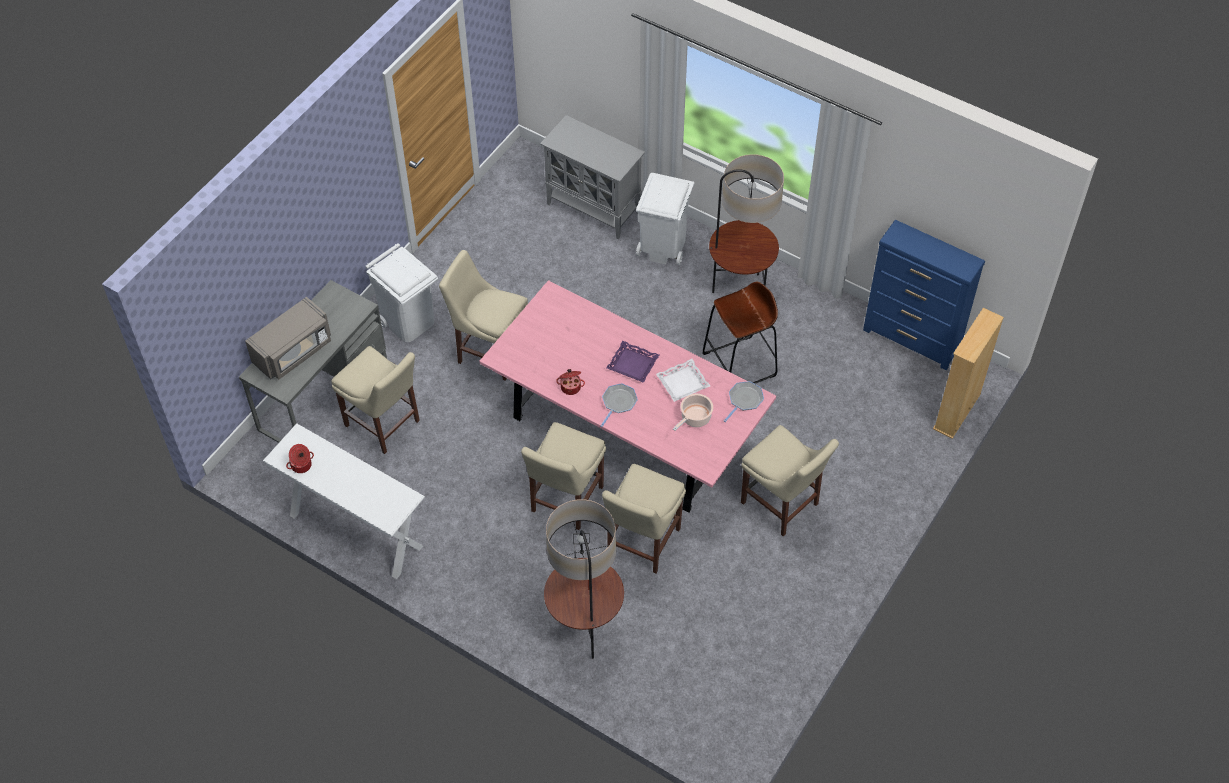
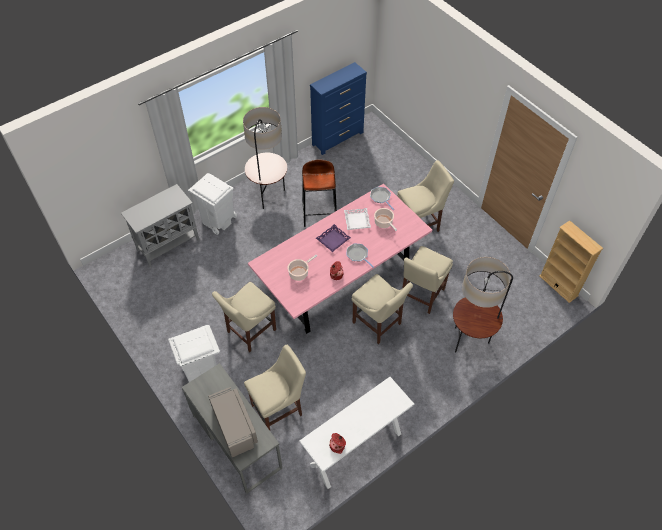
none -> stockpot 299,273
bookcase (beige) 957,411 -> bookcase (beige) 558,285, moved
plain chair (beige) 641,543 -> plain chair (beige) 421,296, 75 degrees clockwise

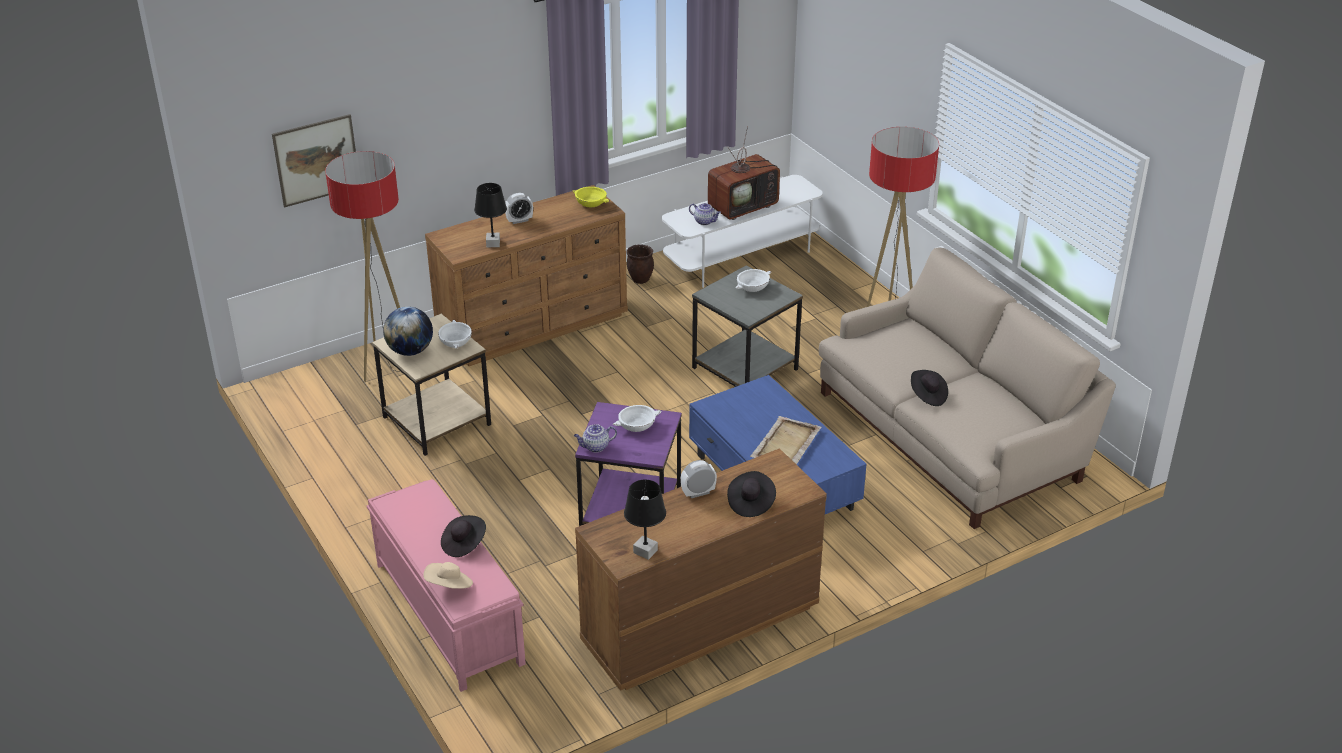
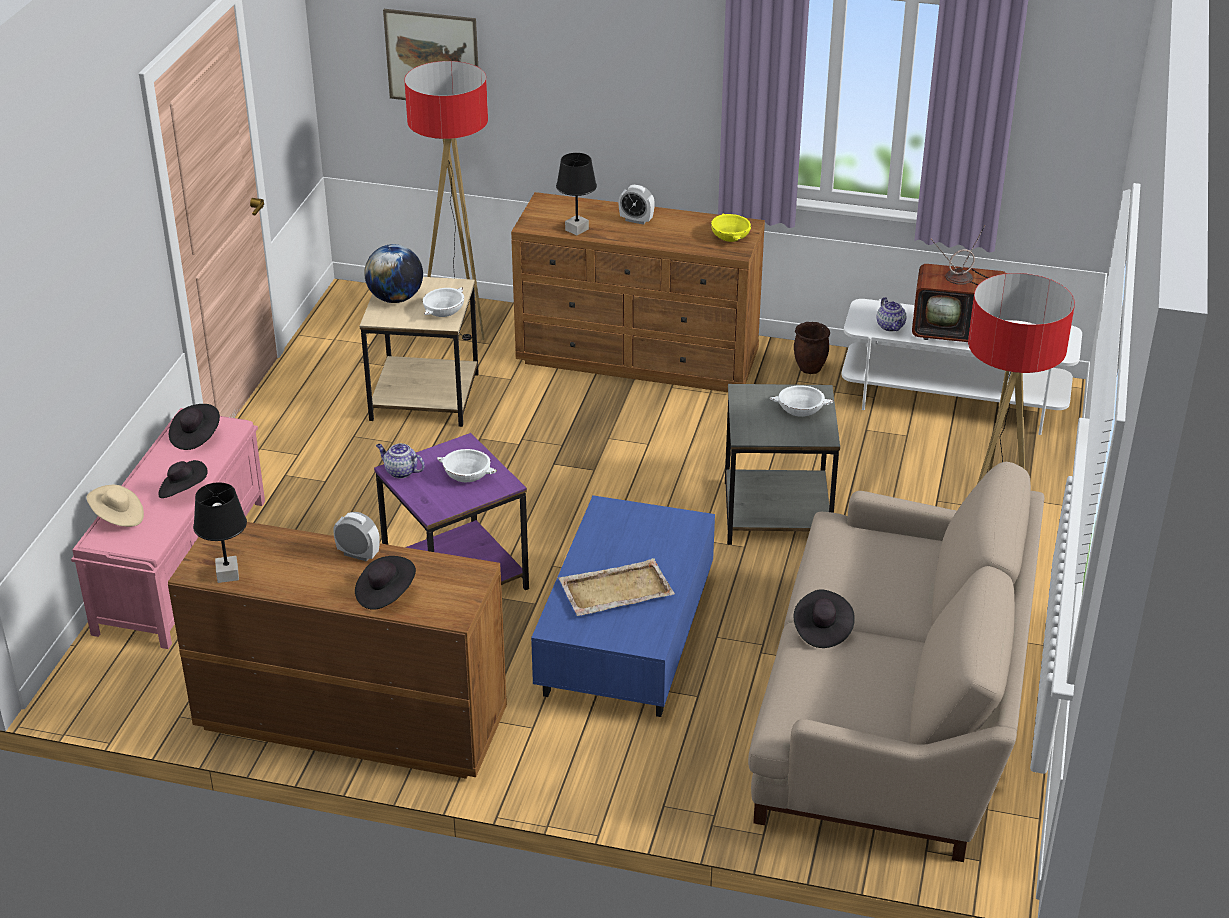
none -> wearable hat (black) 195,437

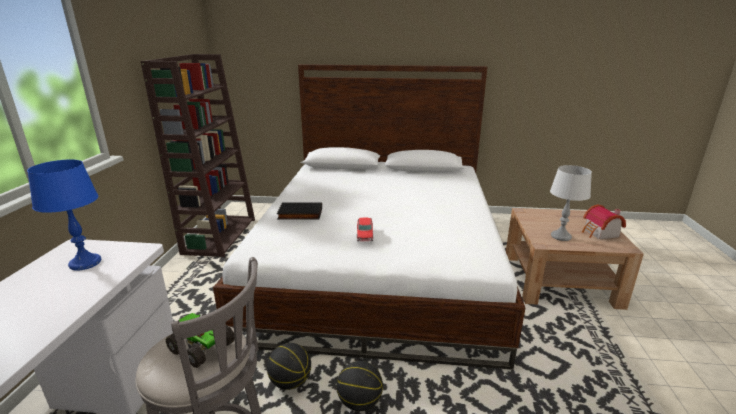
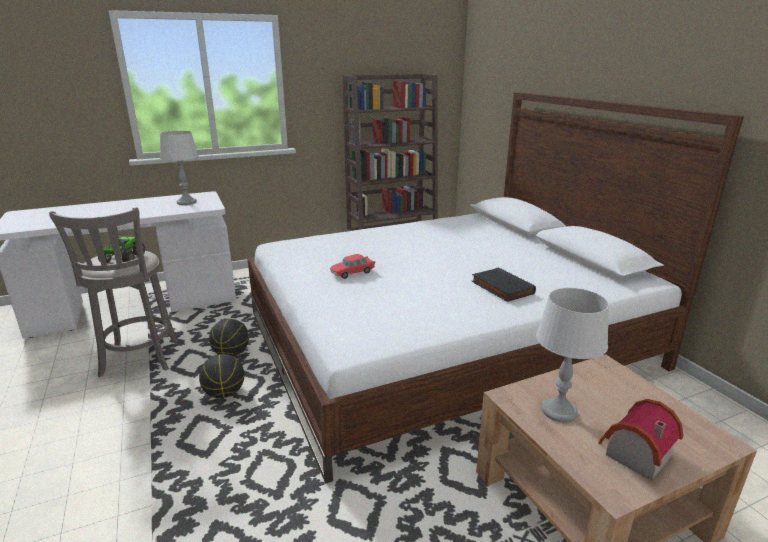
volume (black) 299,214 -> volume (black) 500,288, moved
tabletop lamp (blue-coloured) 85,263 -> tabletop lamp (greyish) 186,202

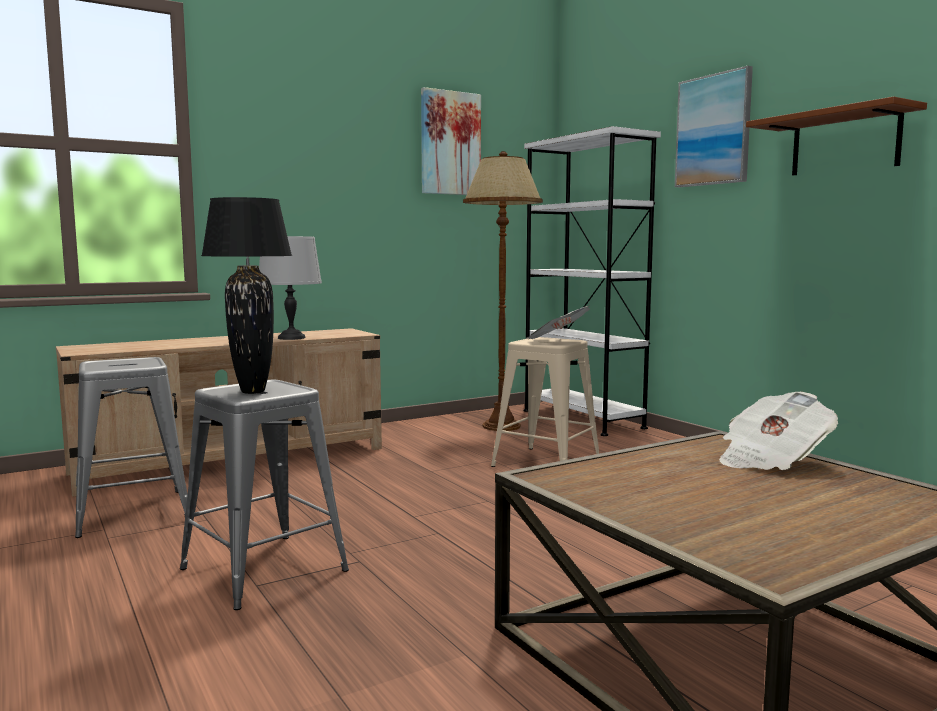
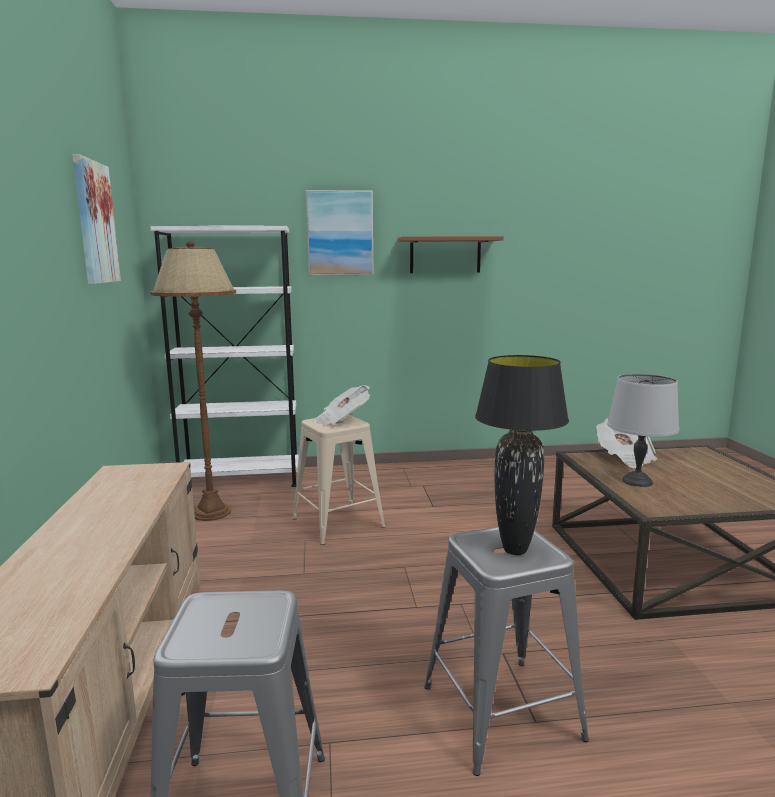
tabletop lamp (greyish) 292,338 -> tabletop lamp (greyish) 637,481, moved

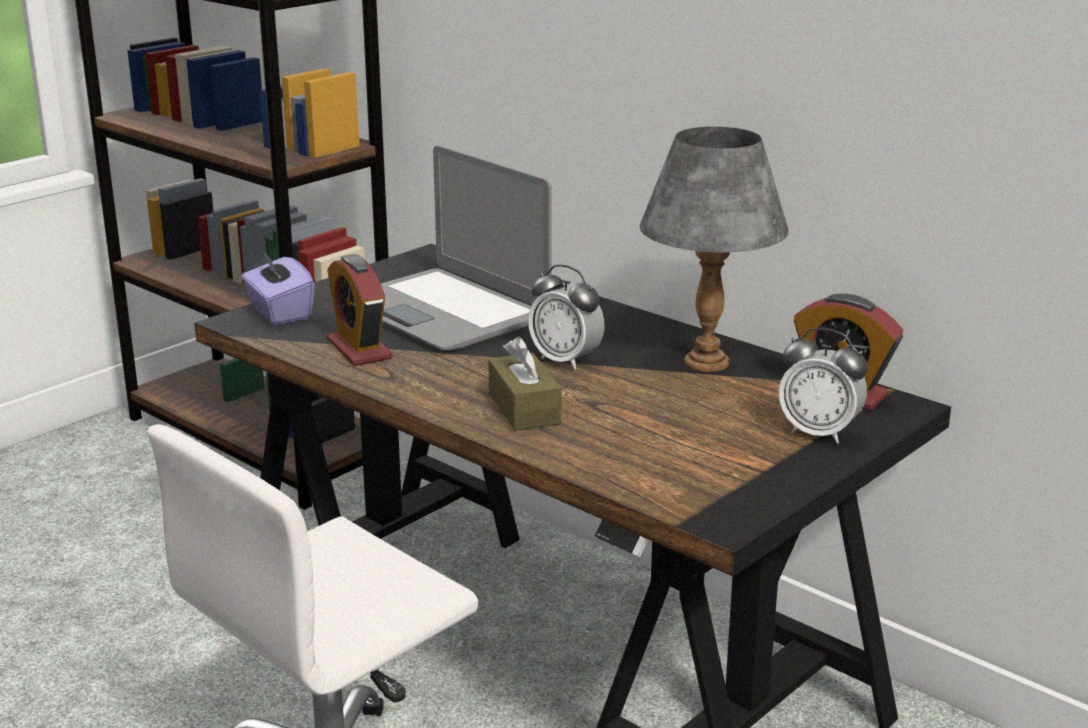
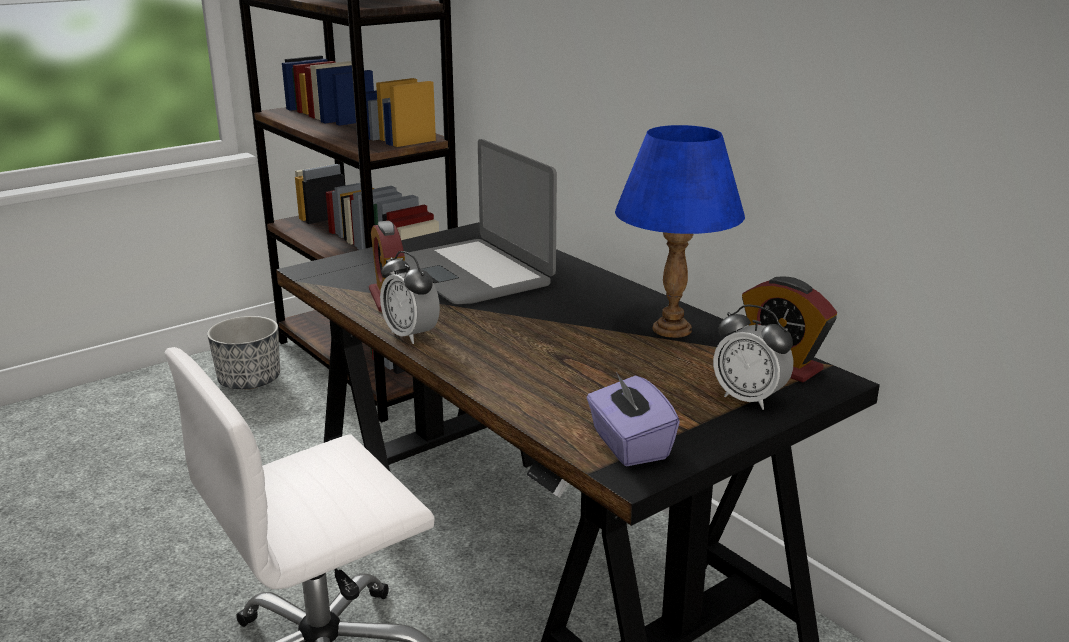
tissue holder (brown) 524,408 -> none
none -> planter 250,380
tissue holder (purple-coloured) 279,312 -> tissue holder (purple-coloured) 629,445, moved
table clock 565,360 -> table clock 411,335, moved
tabletop lamp (greyish) 707,362 -> tabletop lamp (blue-coloured) 673,329

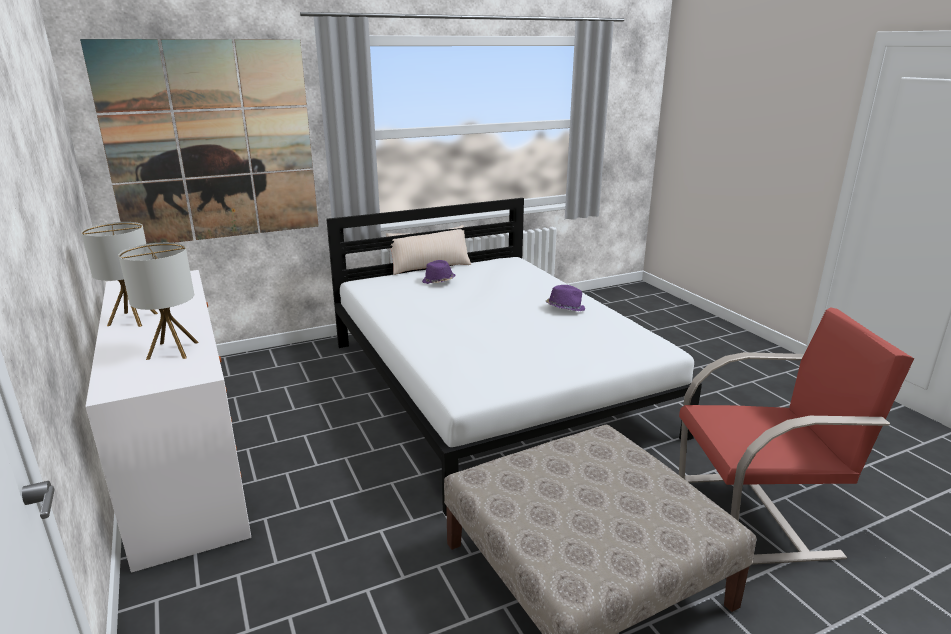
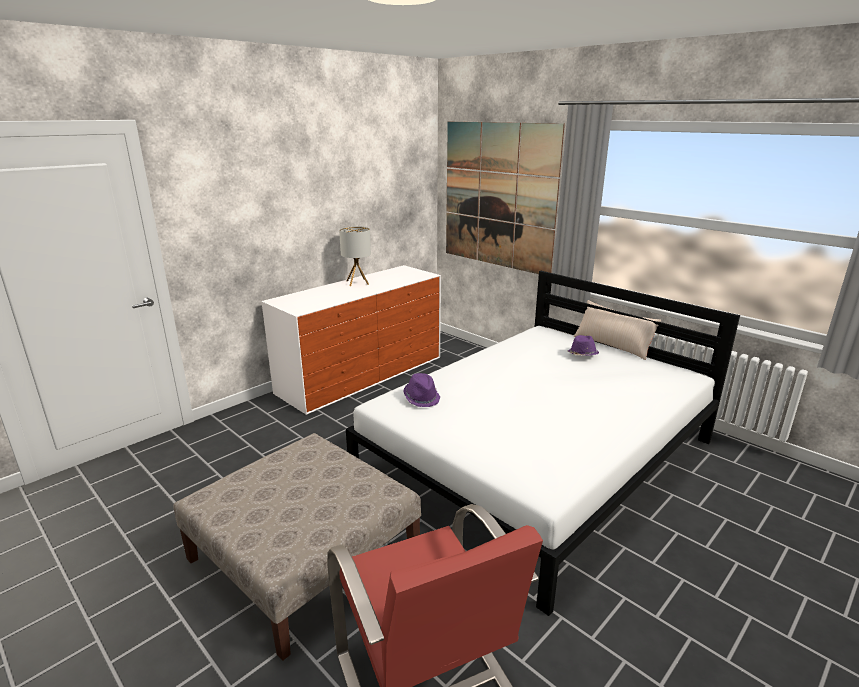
tabletop lamp 173,350 -> none
wearable hat (purple-coloured) 565,308 -> wearable hat (purple-coloured) 421,398, moved

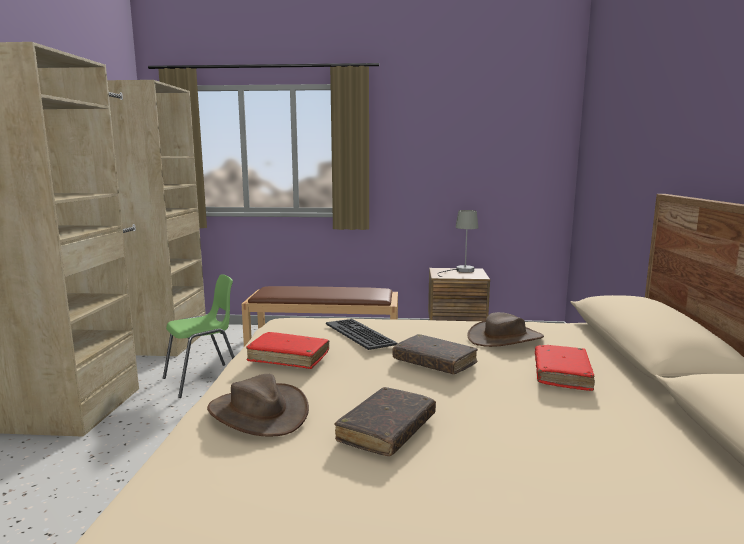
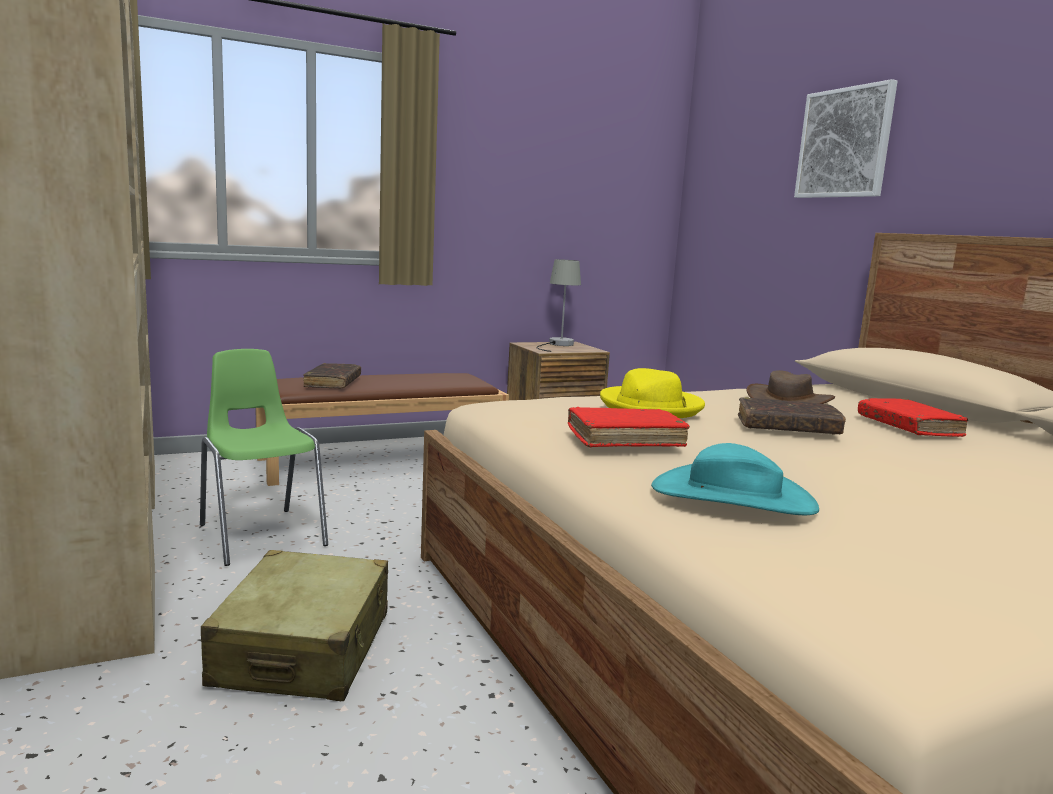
none -> suitcase (beige) 304,649
none -> picture 844,143
volume (brown) 387,430 -> volume (brown) 333,383, moved
computer keyboard 360,334 -> wearable hat (yellowish) 651,407
wearable hat (brown) 258,412 -> wearable hat (turquoise-coloured) 732,497
plain chair (green) 204,380 -> plain chair (green) 261,535, 60 degrees counterclockwise

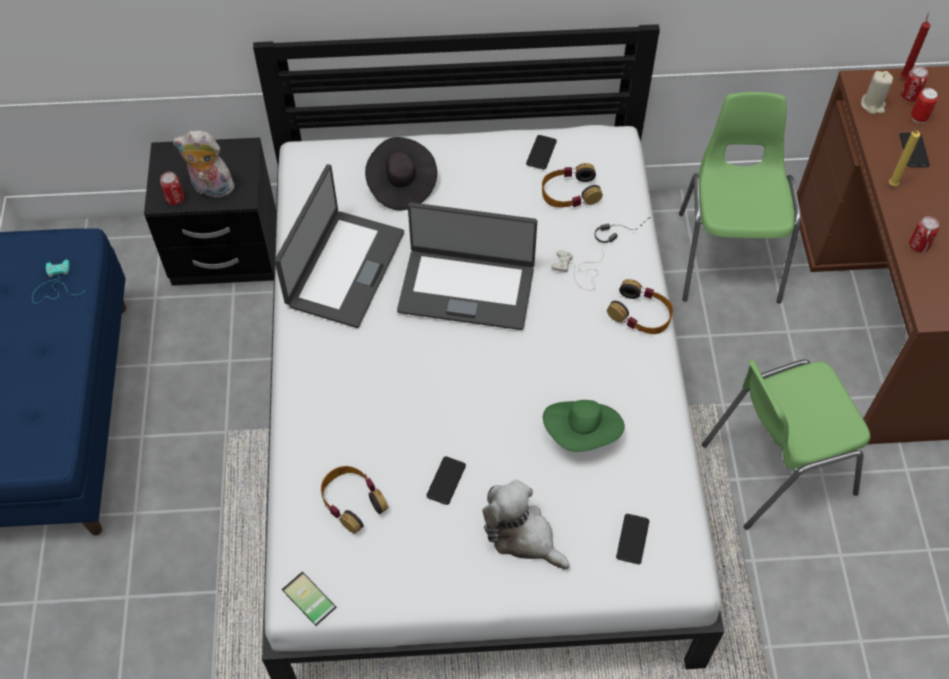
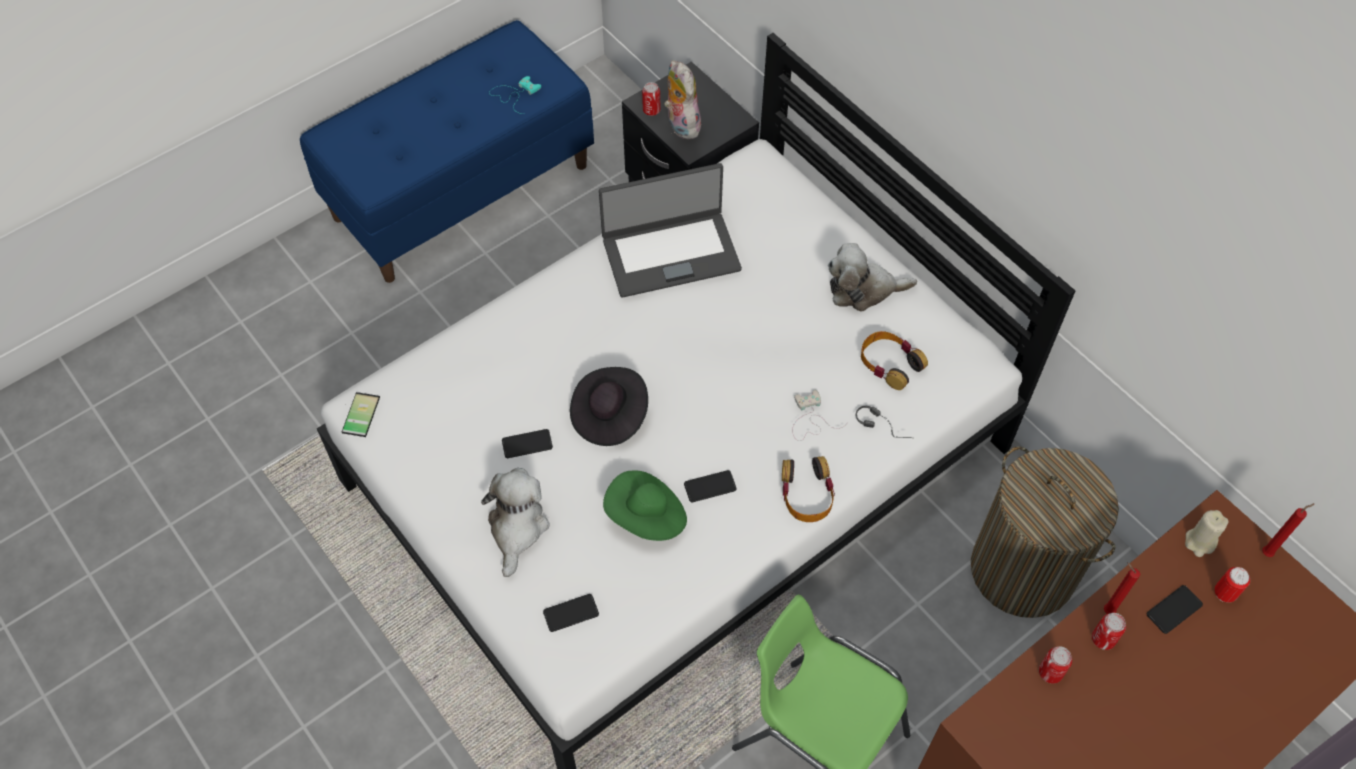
pair of headphones 352,501 -> none
portable computer 466,288 -> none
none -> plush toy 863,289
wearable hat (black) 401,185 -> wearable hat (black) 609,416, moved
phone 541,152 -> phone 710,486, moved
can 909,96 -> can 1103,639, moved
plain chair (green) 727,256 -> laundry basket 1023,570
wax light (yellowish) 891,185 -> wax light (red-coloured) 1106,610

